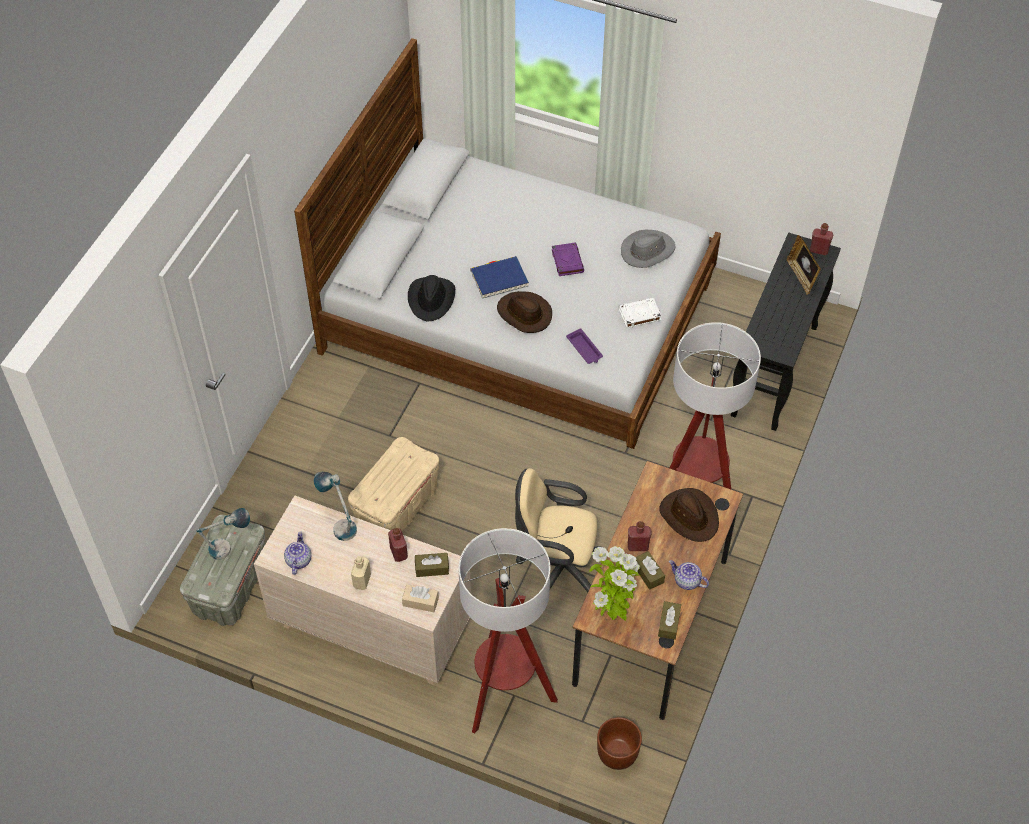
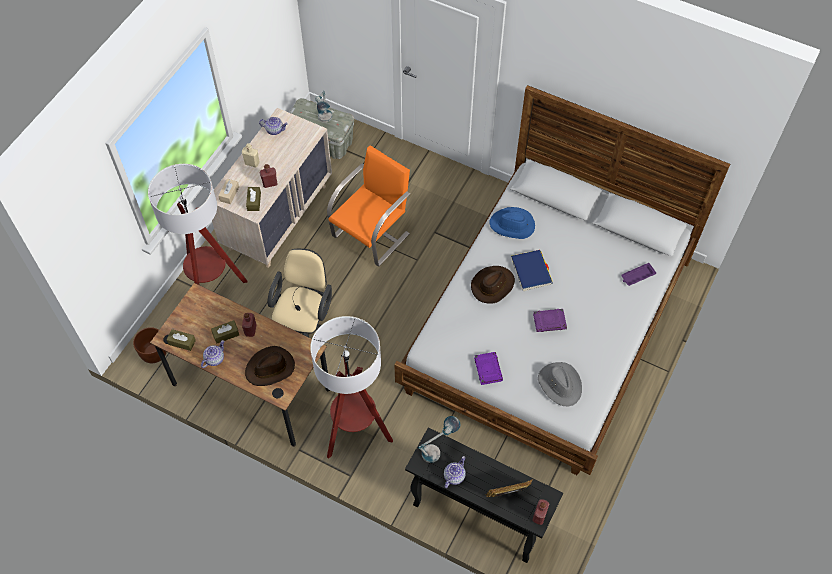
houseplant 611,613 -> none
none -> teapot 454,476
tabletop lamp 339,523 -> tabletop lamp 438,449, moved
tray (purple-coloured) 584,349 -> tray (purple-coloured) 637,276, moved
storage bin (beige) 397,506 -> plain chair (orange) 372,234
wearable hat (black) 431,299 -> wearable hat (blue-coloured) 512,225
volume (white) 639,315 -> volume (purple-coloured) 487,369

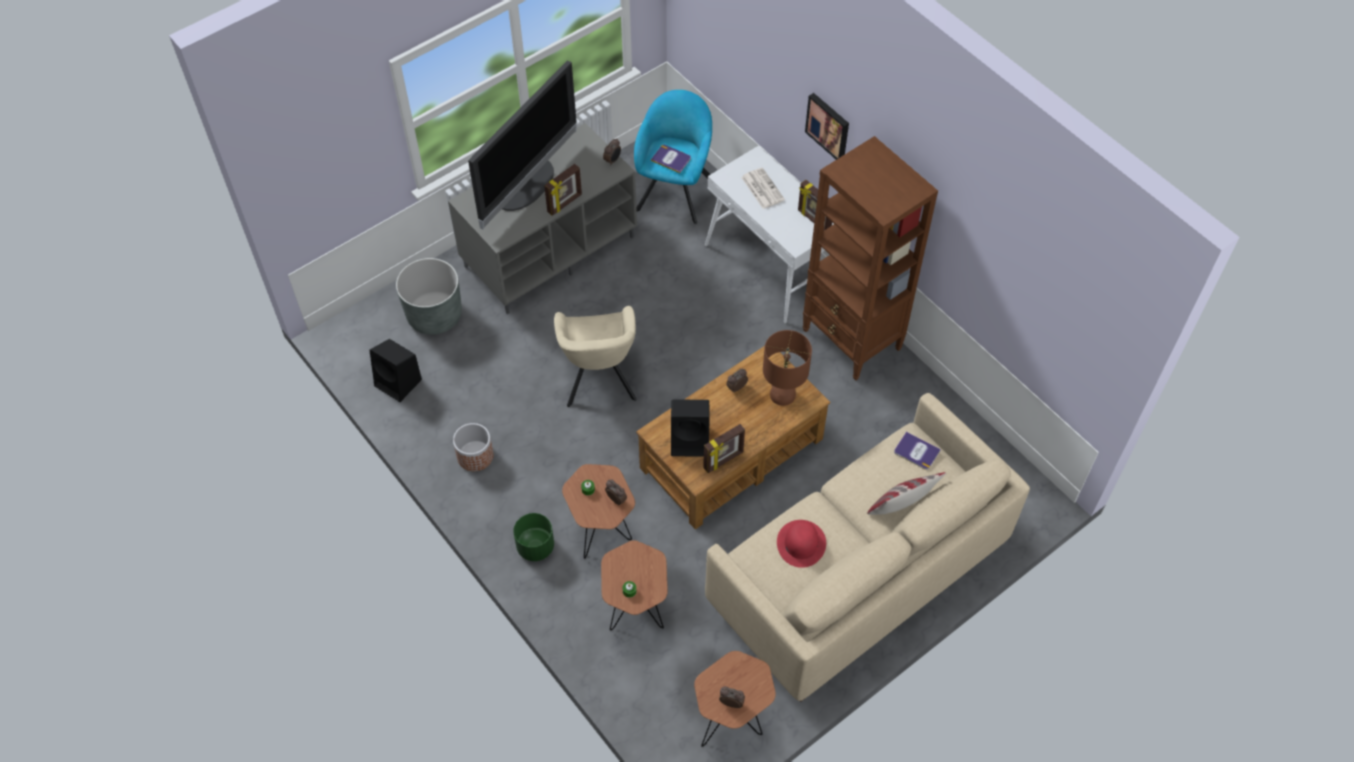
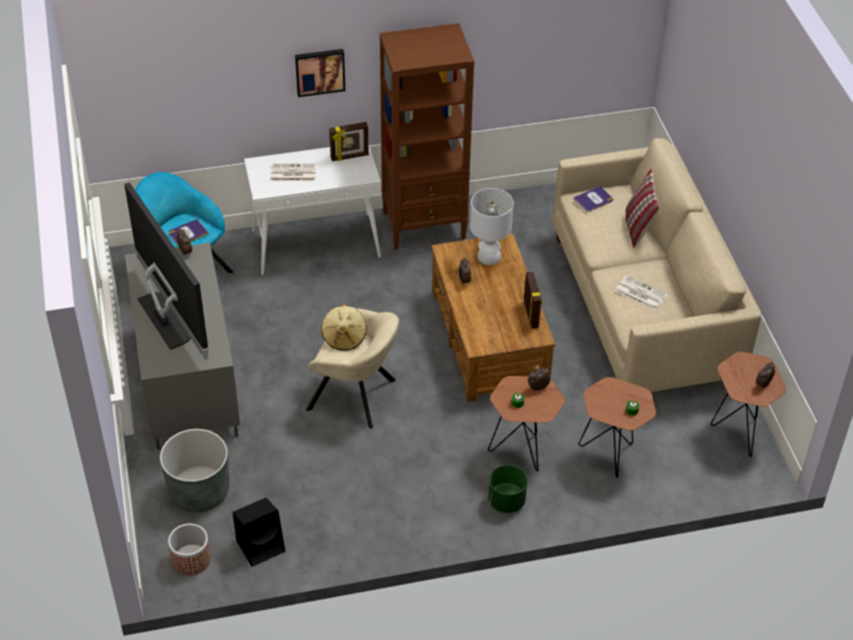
standing frame 565,204 -> none
audio speaker (black) 691,440 -> none
none -> wearable hat (beige) 344,337
planter 475,456 -> planter 191,560, moved
wearable hat (red-coloured) 801,543 -> printed paper 640,293
tabletop lamp (brown) 783,394 -> tabletop lamp (white) 489,256

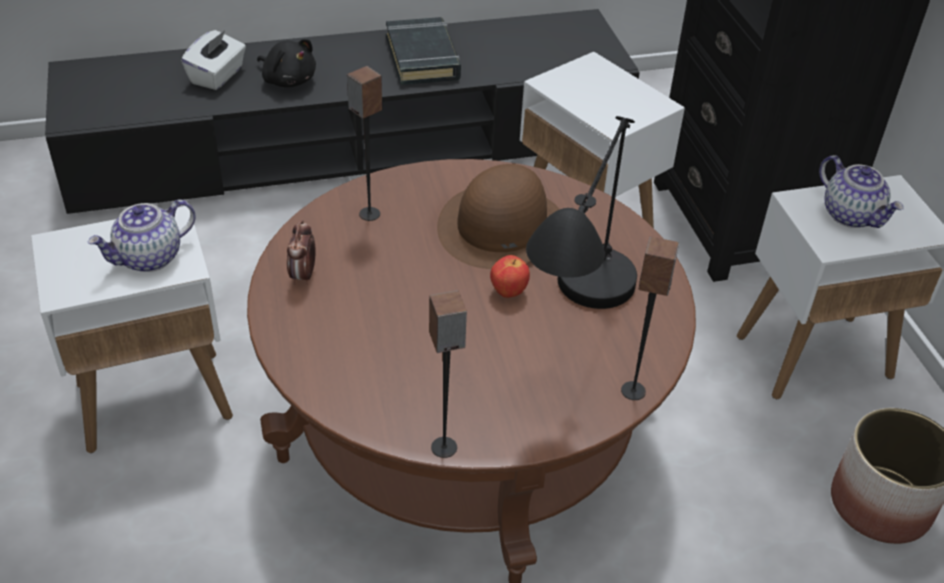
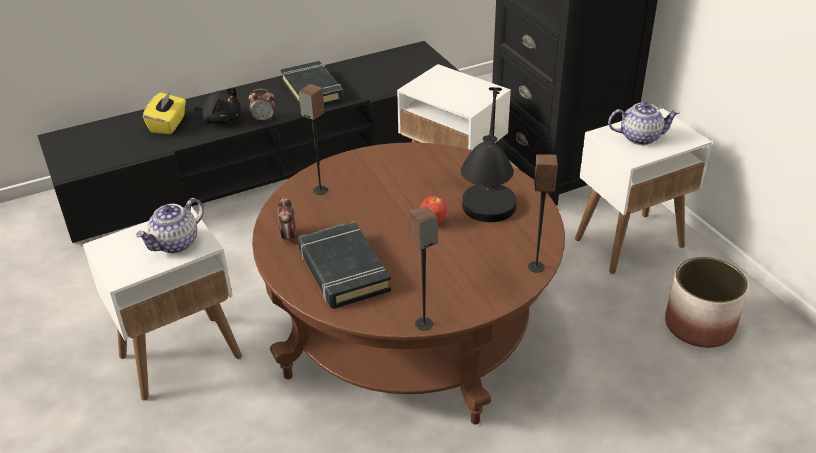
wearable hat (brown) 501,227 -> none
none -> table clock 264,119
none -> volume (black) 343,270
tissue holder (white) 217,76 -> tissue holder (yellowish) 168,125
teapot 852,215 -> teapot 640,137, 45 degrees counterclockwise

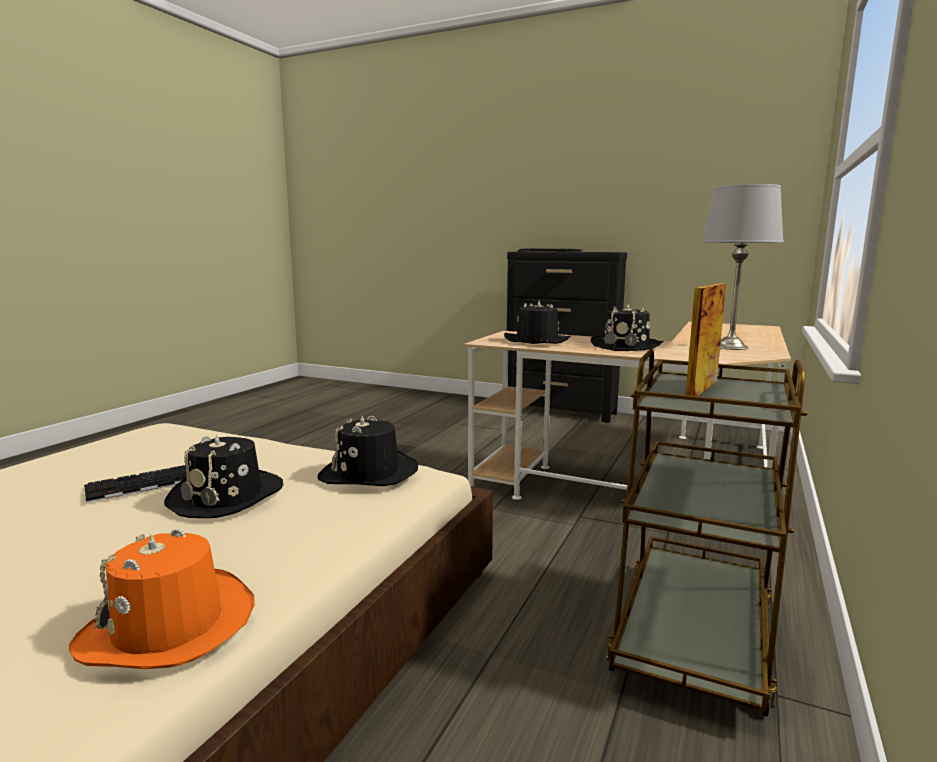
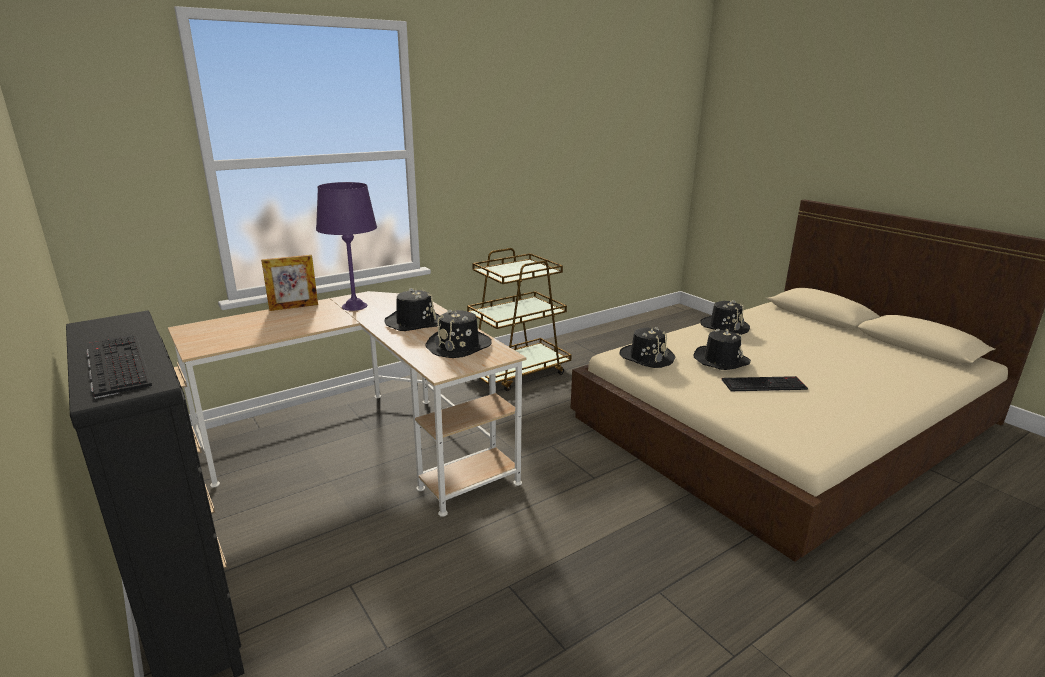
standing frame 702,389 -> standing frame 293,307, moved
wearable hat (orange) 169,626 -> wearable hat (black) 724,327
tabletop lamp (greyish) 730,347 -> tabletop lamp (purple-coloured) 355,306

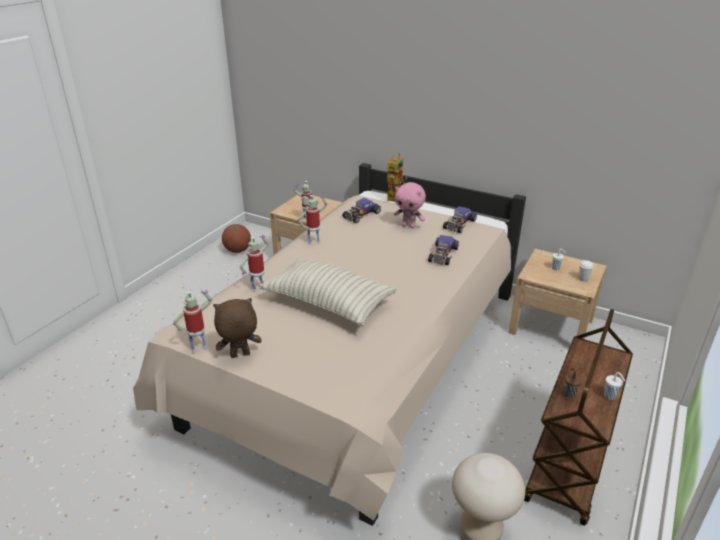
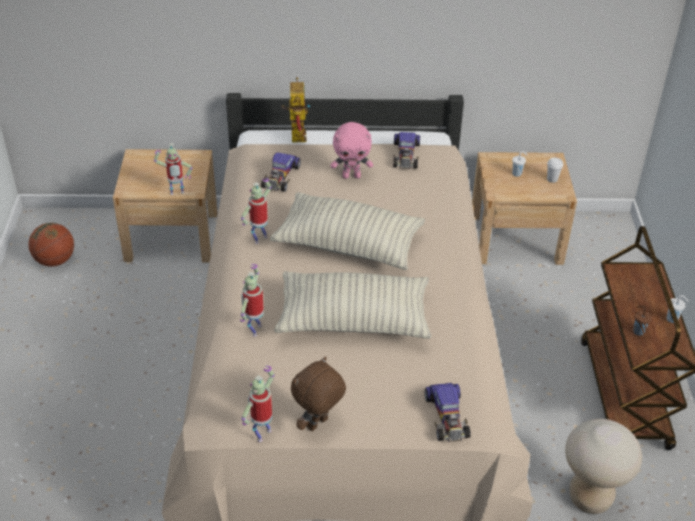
none -> throw pillow 348,245
toy car 442,255 -> toy car 447,416, moved

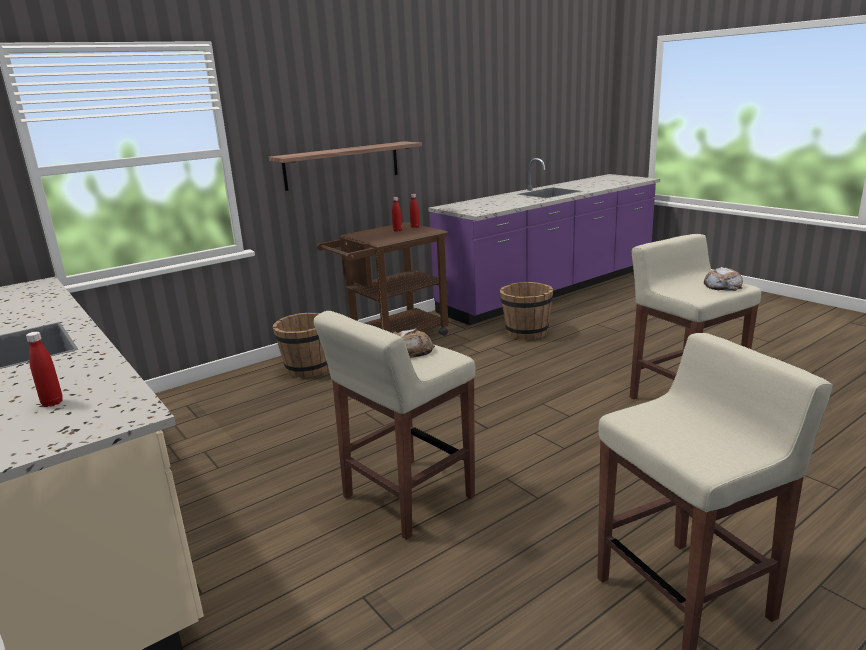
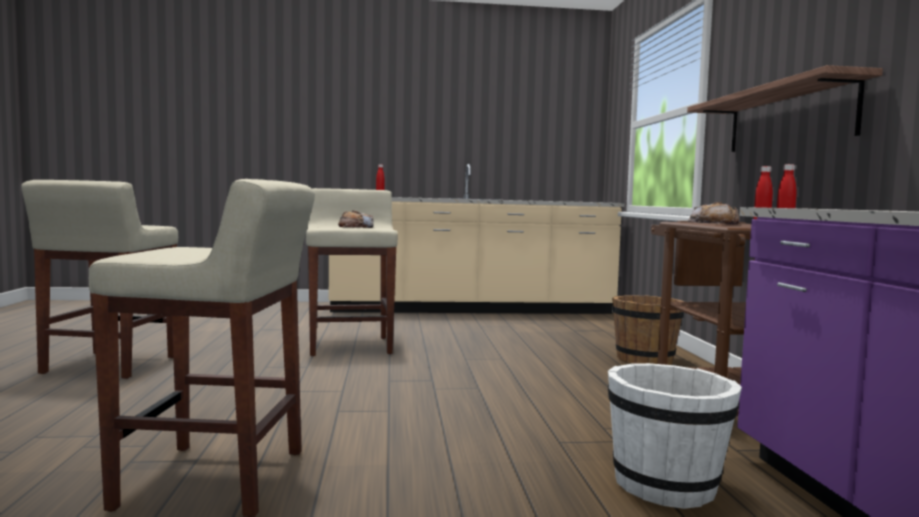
bakery bread 722,285 -> bakery bread 713,224, moved
bucket (brown) 526,333 -> bucket (white) 666,485

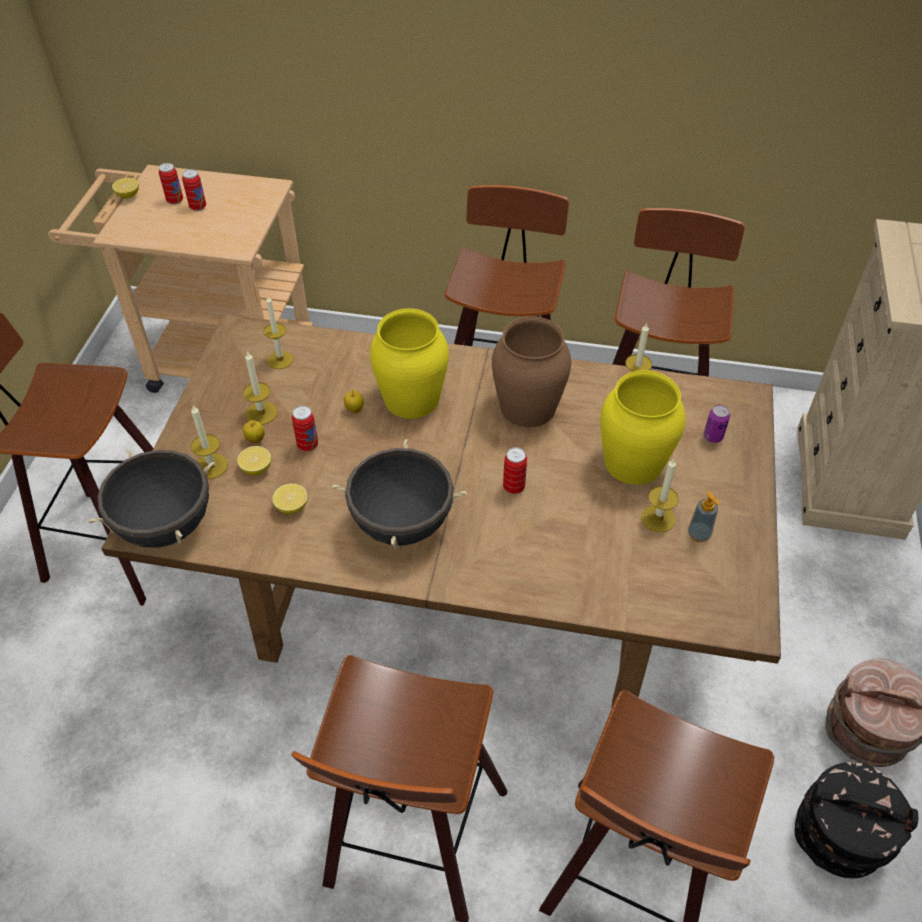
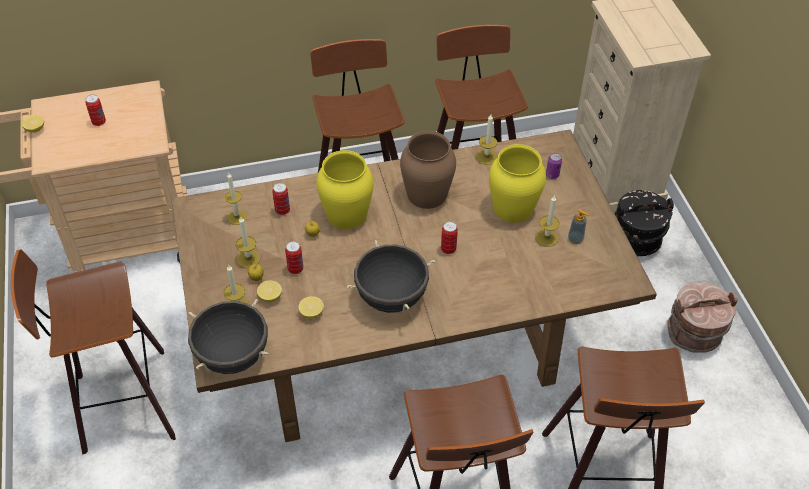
can 175,200 -> can 282,210, moved
bucket (black) 837,838 -> bucket (black) 635,241, moved

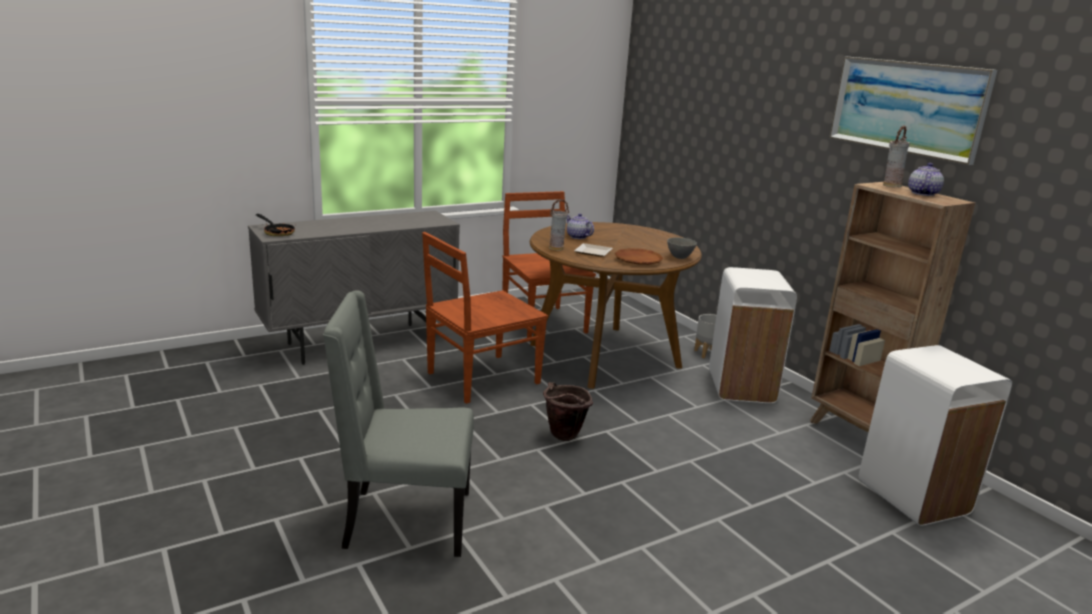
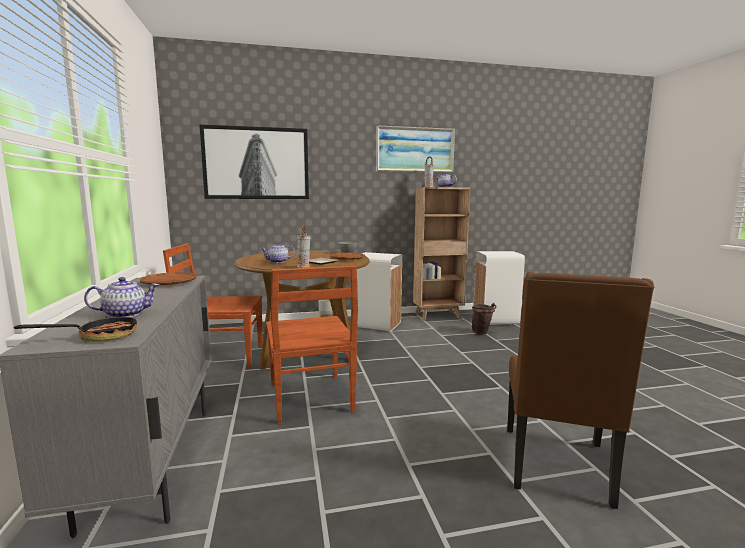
none -> teapot 126,314
none -> flat dish (brown) 169,282
none -> picture 256,163
bucket (brown) 562,437 -> bucket (brown) 482,333, moved
plain chair (greyish) 405,521 -> plain chair (brown) 557,467

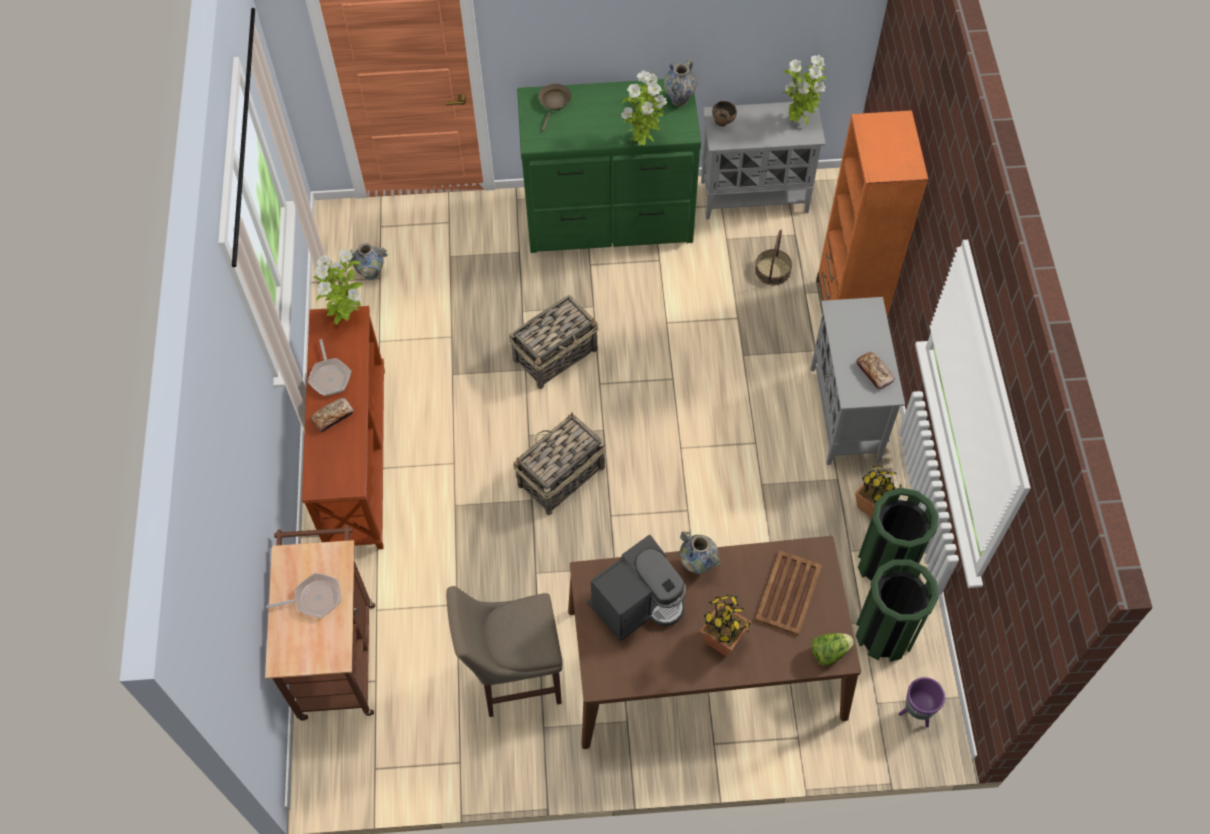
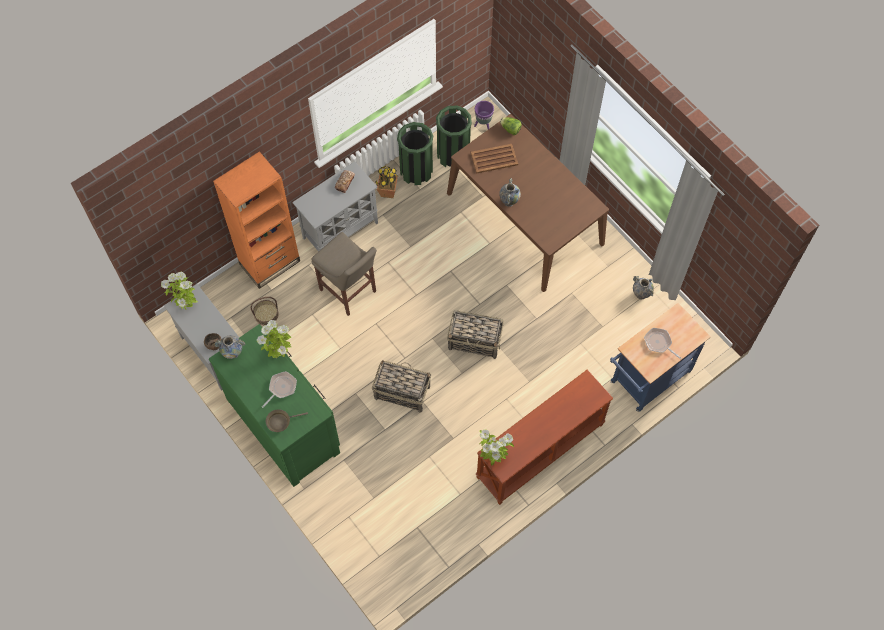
bakery bread 332,417 -> none
coffee machine 638,602 -> none
houseplant 723,640 -> none
pan 330,376 -> pan 281,388, moved
flower vase 371,274 -> flower vase 640,294, moved
sitting stool (beige) 514,678 -> sitting stool (beige) 349,292, moved
trolley (brown) 337,652 -> trolley (blue-coloured) 646,380

